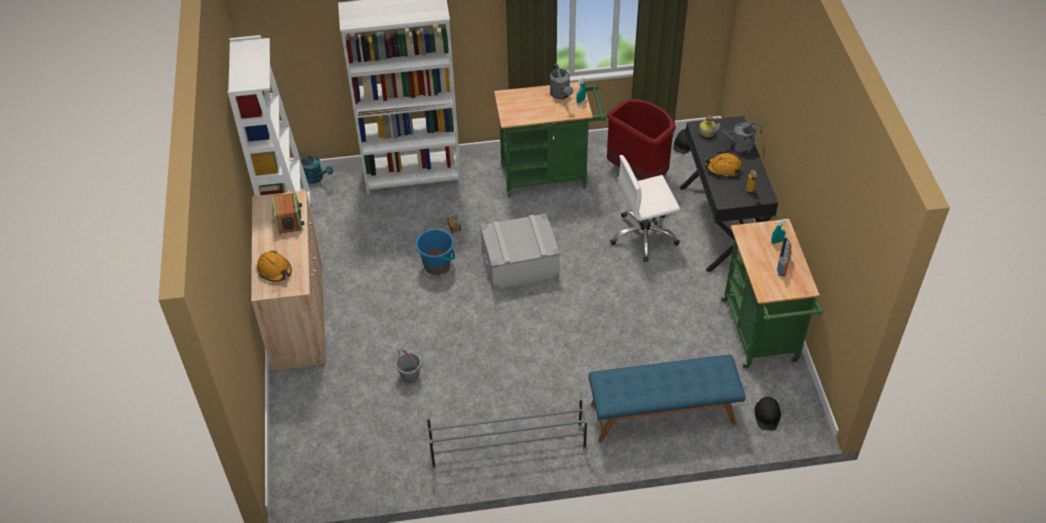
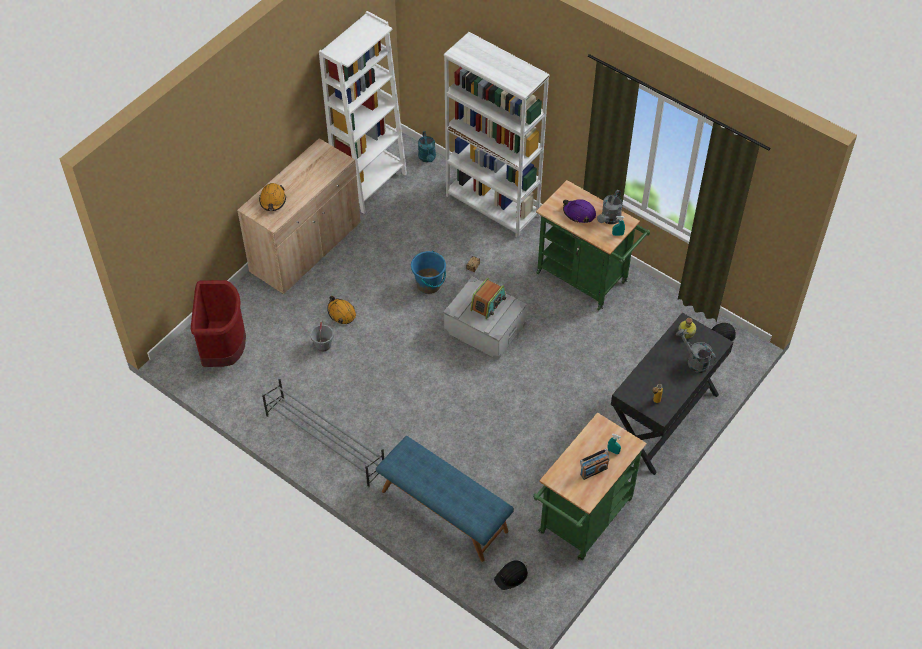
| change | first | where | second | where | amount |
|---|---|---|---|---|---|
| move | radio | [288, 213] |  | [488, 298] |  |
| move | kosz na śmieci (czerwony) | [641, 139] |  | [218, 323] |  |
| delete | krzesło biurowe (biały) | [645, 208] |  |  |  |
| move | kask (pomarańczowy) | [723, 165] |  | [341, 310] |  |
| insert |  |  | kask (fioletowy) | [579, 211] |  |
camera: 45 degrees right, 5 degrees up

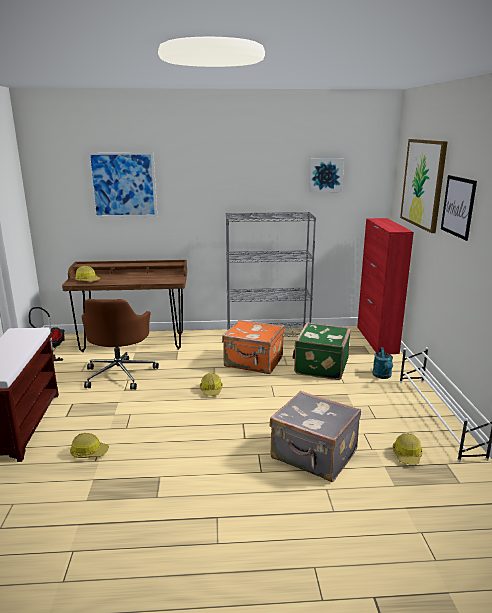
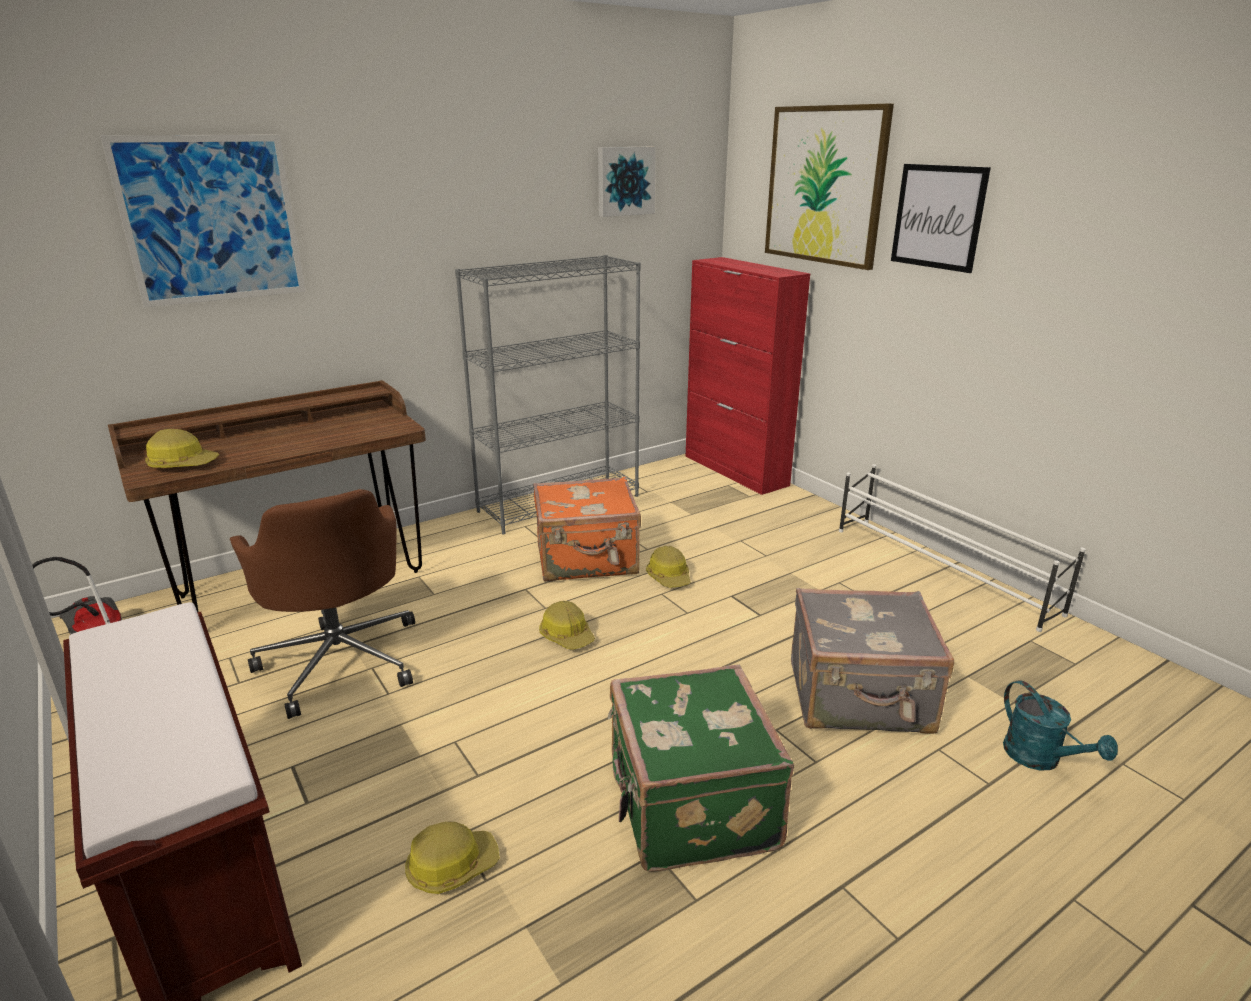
| change | first | where | second | where | amount |
|---|---|---|---|---|---|
| move | walizka (zielony) | [321, 351] |  | [701, 768] |  |
| move | konewka (turkusowy) | [383, 363] |  | [1060, 725] |  |
| move | kask | [407, 449] |  | [668, 567] |  |
camera: 30 degrees left, 5 degrees up

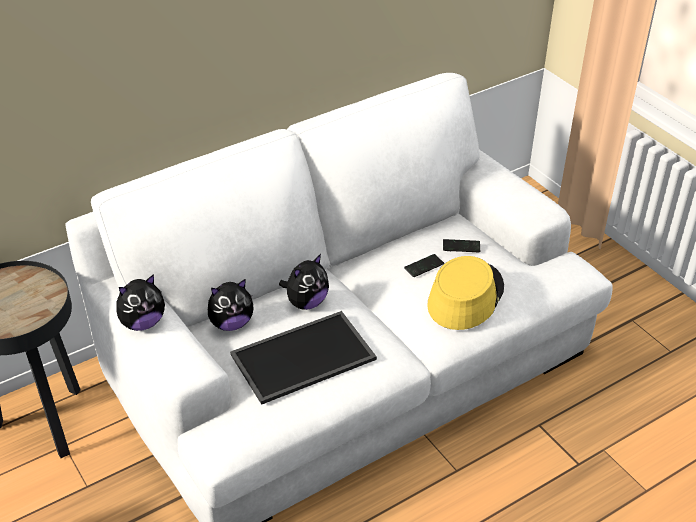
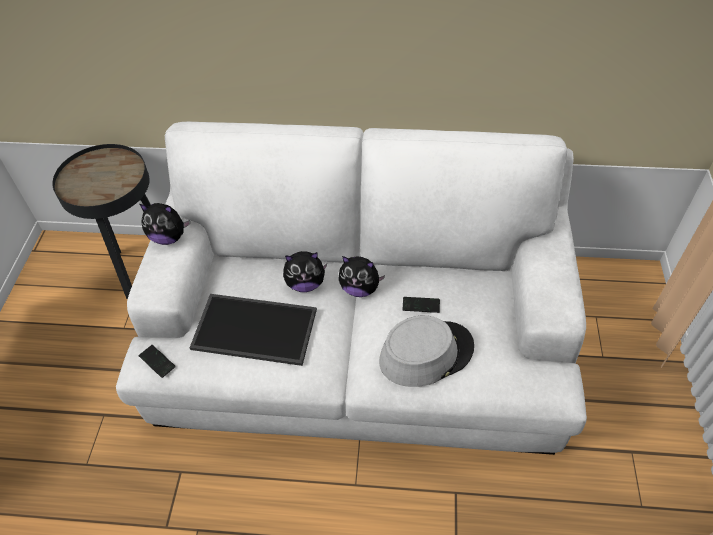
| change | first | where | second | where | amount |
|---|---|---|---|---|---|
| move | pluszak | [231, 305] |  | [361, 276] |  |
| recolor | kapelusz (żółty) | [465, 293] | kapelusz (szary) | [426, 351] |  |
| move | telefon | [461, 245] |  | [157, 361] |  |
camera: 40 degrees right, 10 degrees up

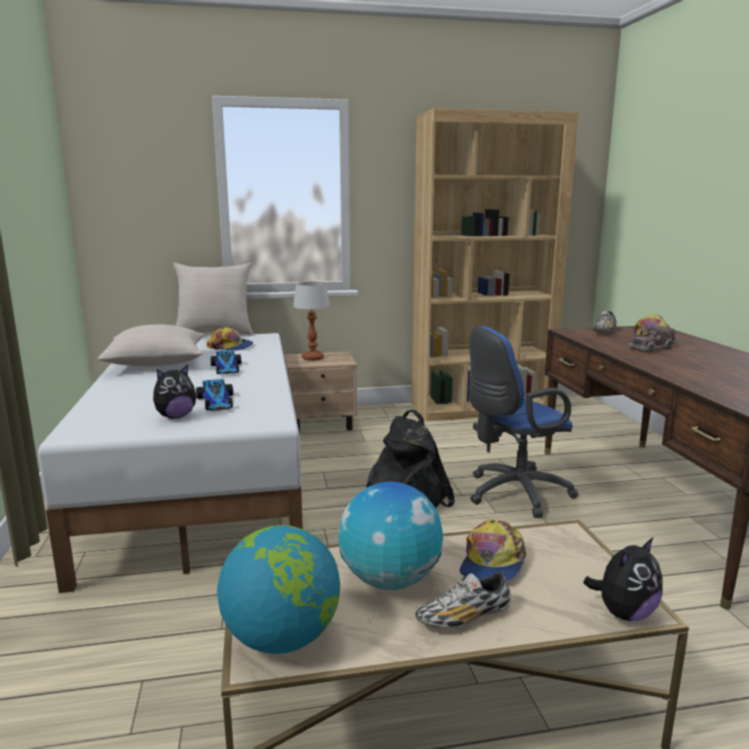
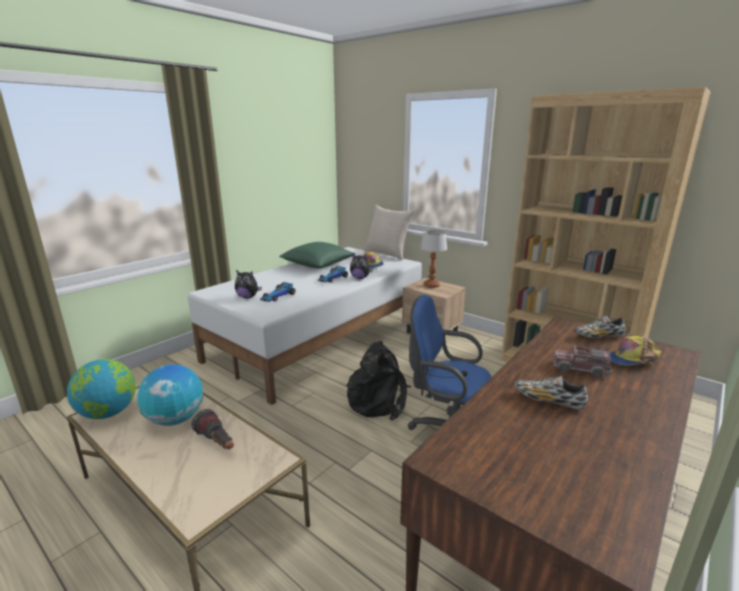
| change | first | where | second | where | amount |
|---|---|---|---|---|---|
| recolor | poduszka (beżowy) | [150, 345] | poduszka (zielony) | [317, 255] |  |
| move | but | [462, 599] |  | [551, 392] |  |
| replace | czapka z daszkiem | [493, 550] | latarka | [213, 429] |  |
| move | pluszak | [623, 579] |  | [361, 266] |  |
camera: 50 degrees right, 5 degrees up

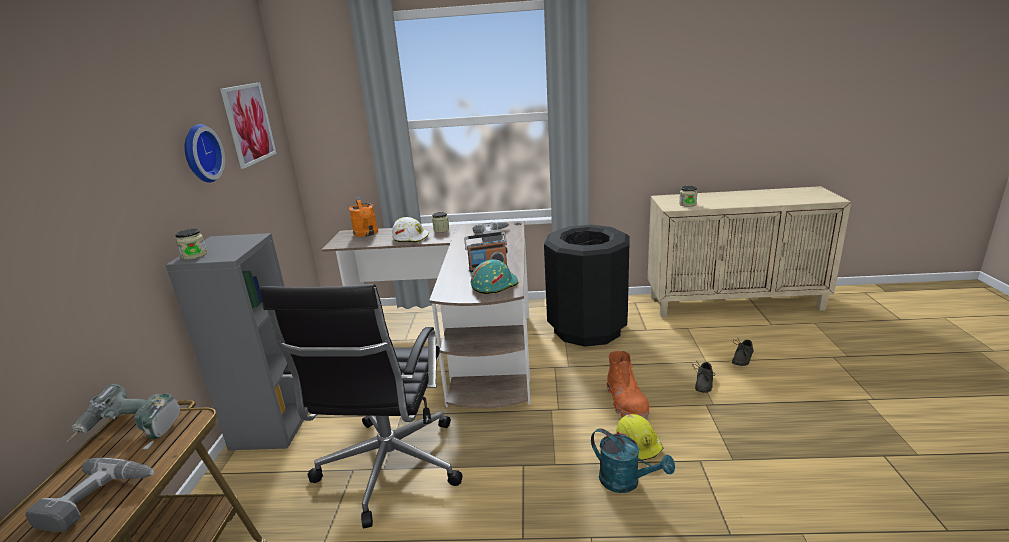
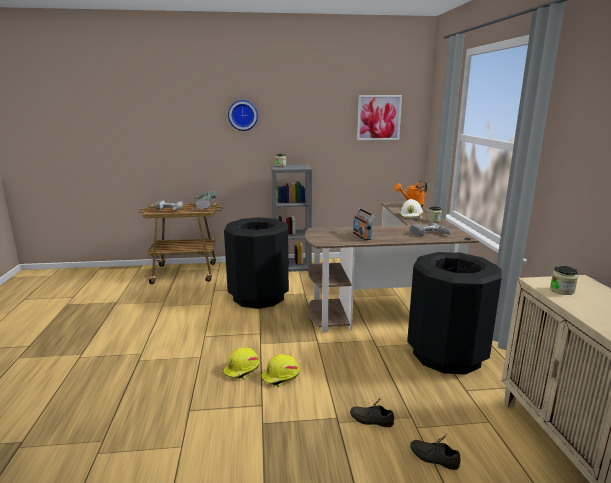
| change | first | where | second | where | amount |
|---|---|---|---|---|---|
| move | zegar ścienny | [205, 153] |  | [243, 115] |  |
| replace | krzesło biurowe (czarny) | [361, 406] | kosz na śmieci (czarny) | [256, 263] |  |
| delete | kask (turkusowy) | [494, 276] |  |  |  |
| replace | konewka (turkusowy) | [633, 460] | kask (żółty) | [241, 363] |  |
| delete | but z cholewką (pomarańczowy) | [628, 385] |  |  |  |
camera: 80 degrees right, 5 degrees down

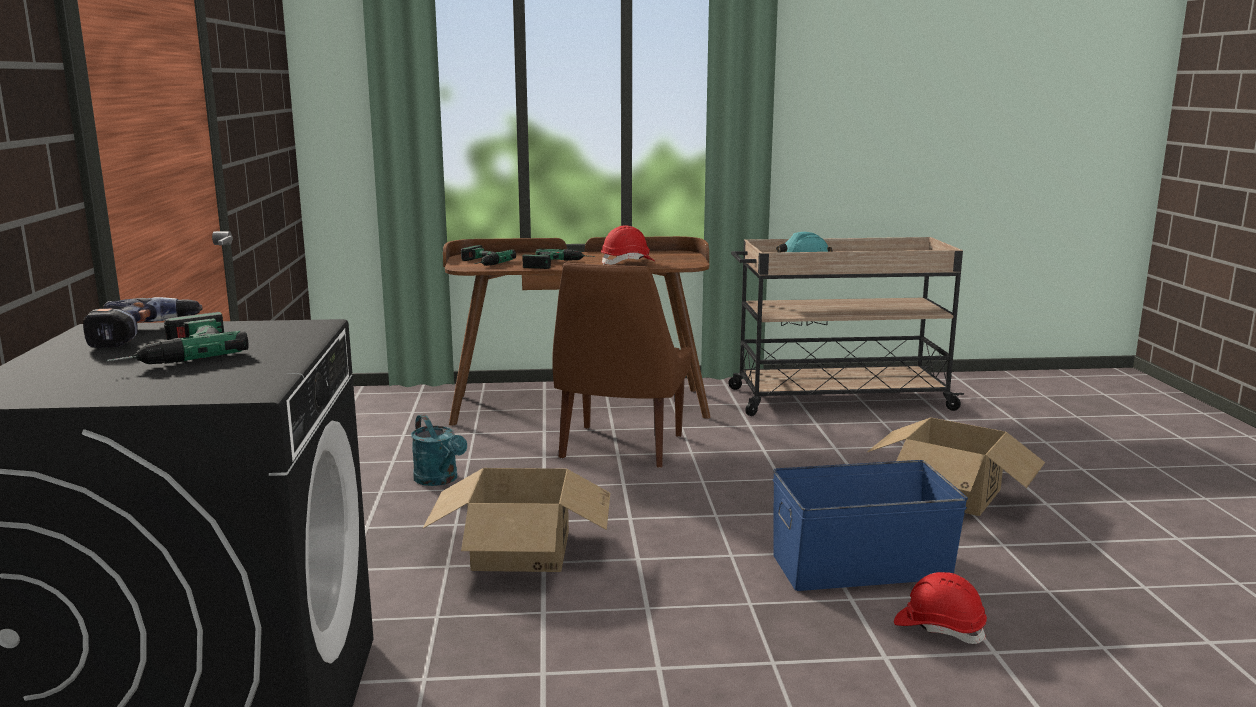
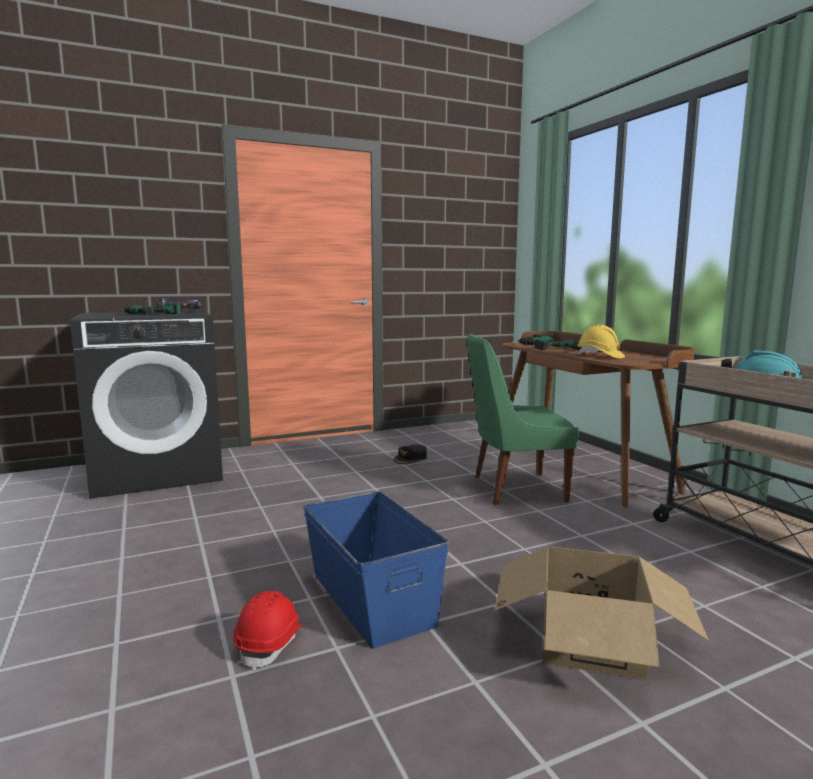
| change | first | where | second | where | amount |
|---|---|---|---|---|---|
| replace | konewka (turkusowy) | [439, 450] | czapka z daszkiem (czarny) | [410, 454] |  |
| delete | karton | [516, 520] |  |  |  |
| recolor | krzesło (brązowy) | [622, 365] | krzesło (zielony) | [523, 419] |  |
| recolor | kask (czerwony) | [628, 245] | kask (żółty) | [601, 341] |  |
camera: 70 degrees right, 5 degrees down

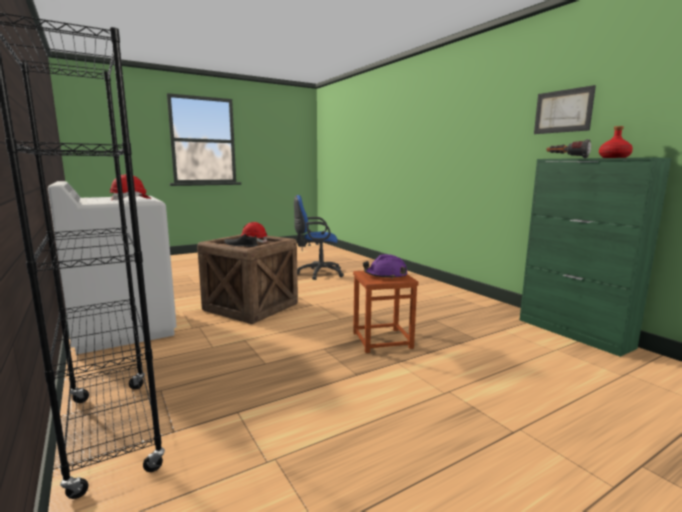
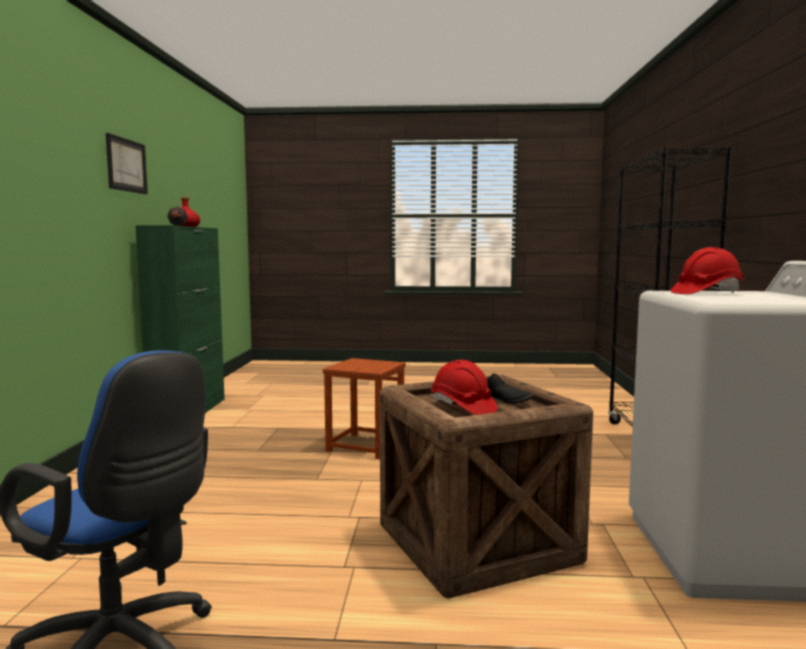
| change | first | where | second | where | amount |
|---|---|---|---|---|---|
| delete | kask (fioletowy) | [385, 266] |  |  |  |
camera: 145 degrees left, 5 degrees down

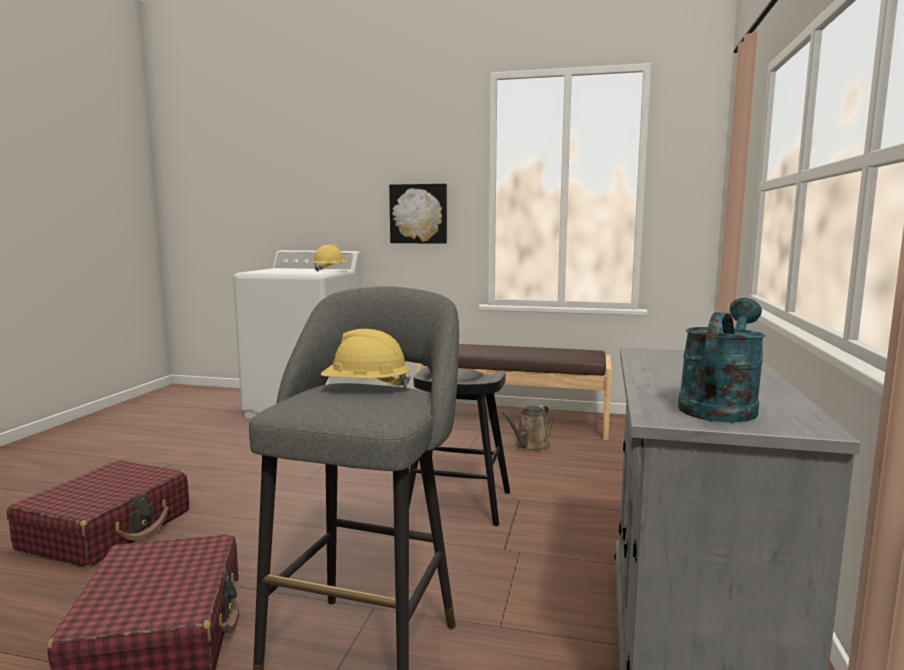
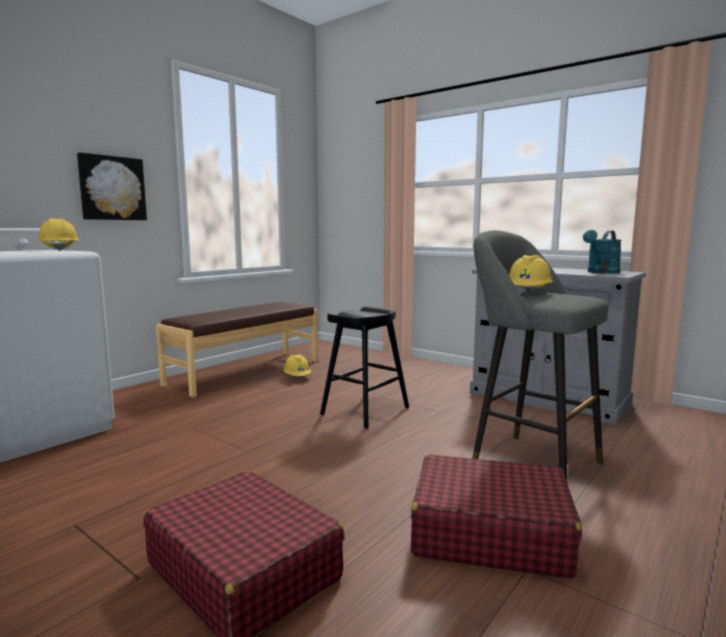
| change | first | where | second | where | amount |
|---|---|---|---|---|---|
| replace | konewka (brązowy) | [526, 428] | kask (żółty) | [297, 365] |  |
| rotate | konewka (turkusowy) | [722, 360] |  | [602, 252] | 105 degrees counterclockwise |
camera: 65 degrees left, 0 degrees up

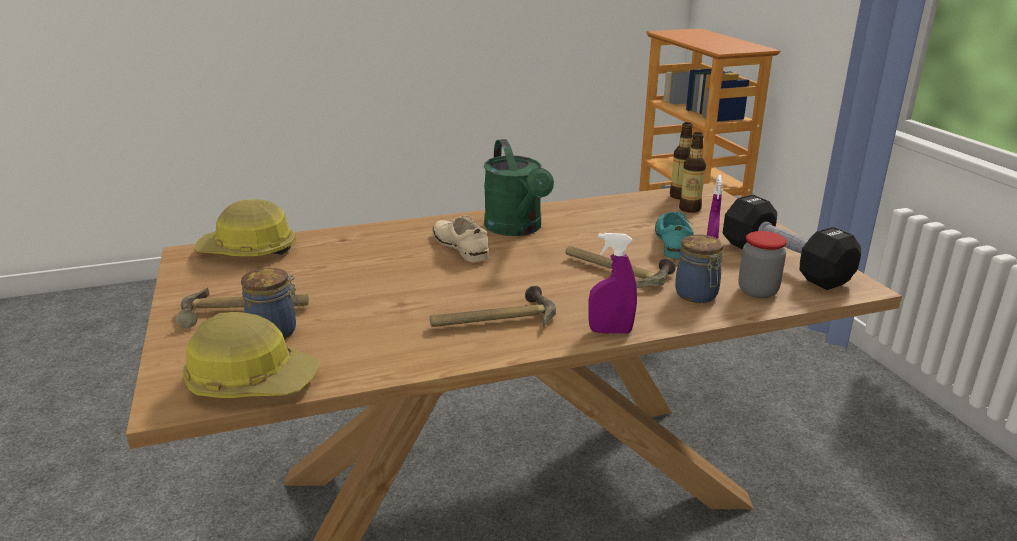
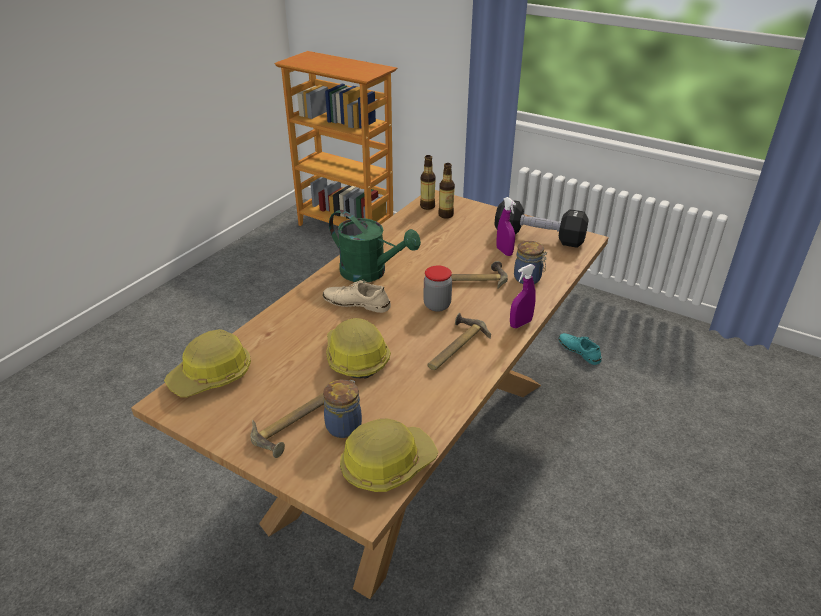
| change | first | where | second | where | amount |
|---|---|---|---|---|---|
| move | but (turkusowy) | [674, 235] |  | [579, 349] |  |
| move | słoik | [762, 264] |  | [437, 288] |  |
| insert |  |  | kask | [358, 348] |  |
camera: 40 degrees left, 10 degrees up

